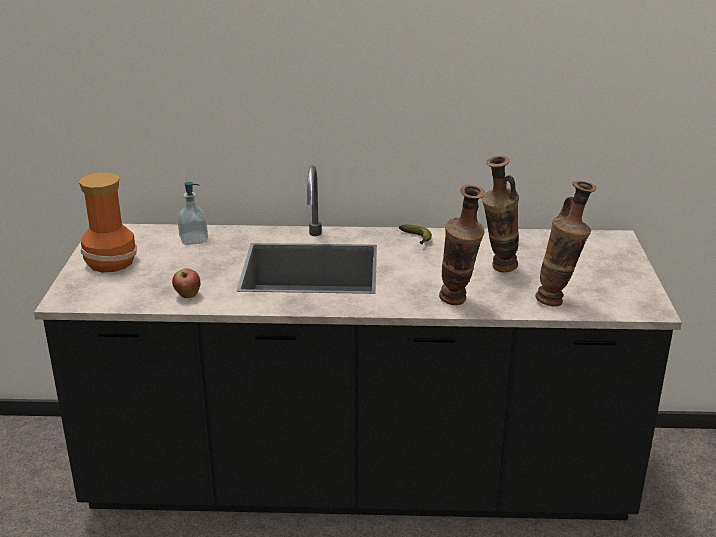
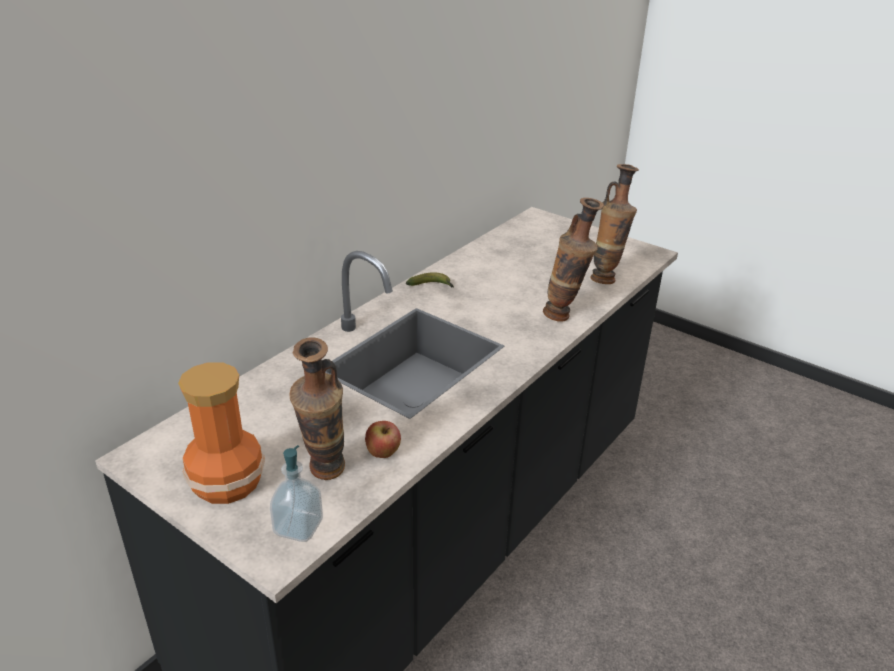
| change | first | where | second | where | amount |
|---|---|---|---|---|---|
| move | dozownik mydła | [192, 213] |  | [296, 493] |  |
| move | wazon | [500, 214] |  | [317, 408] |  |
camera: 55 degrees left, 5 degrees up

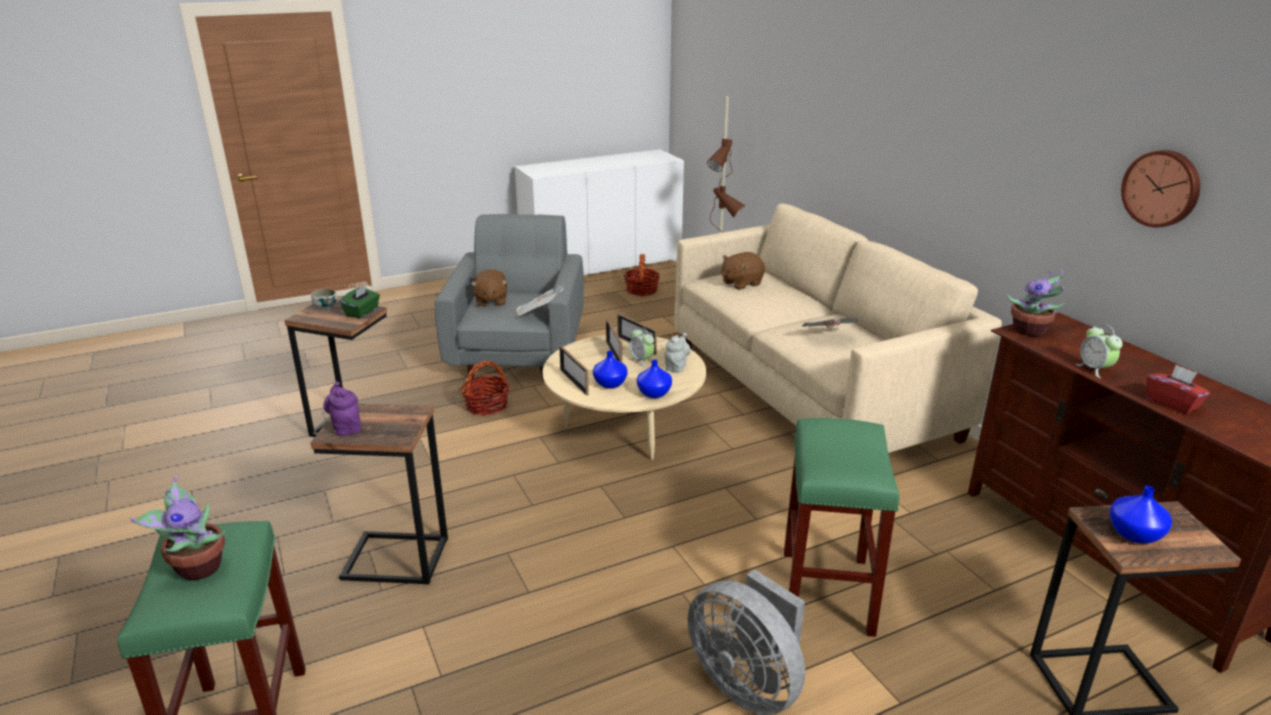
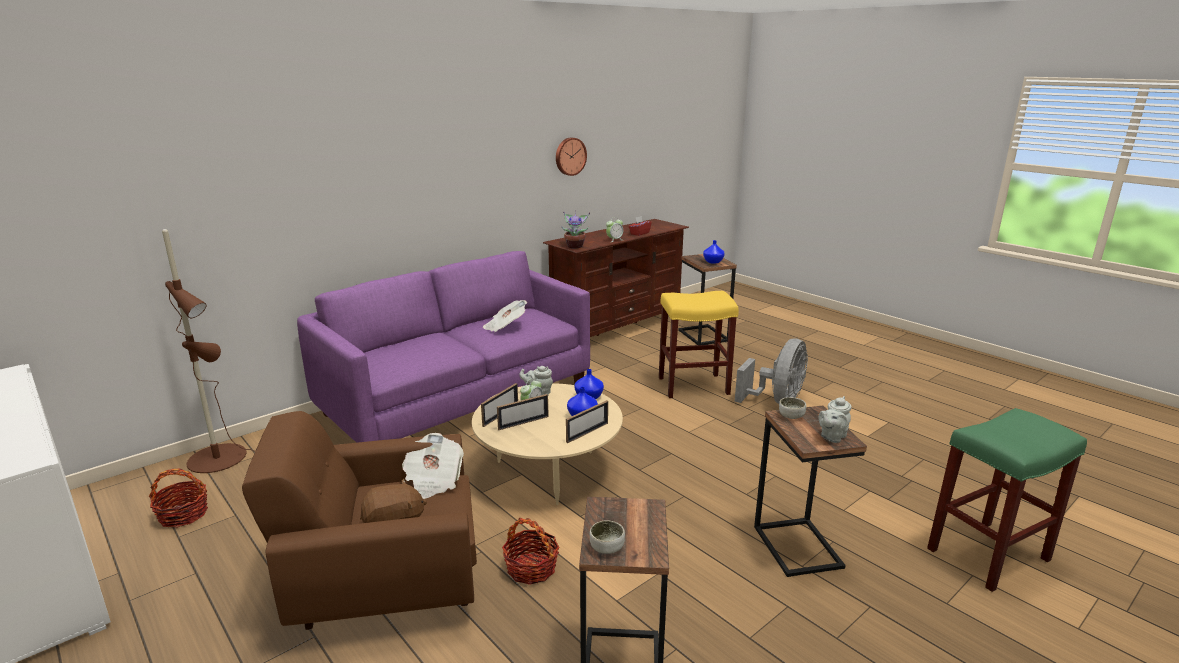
| change | first | where | second | where | amount |
|---|---|---|---|---|---|
| delete | roślina doniczkowa | [178, 527] |  |  |  |
| recolor | imbryk (fioletowy) | [342, 409] | imbryk (szary) | [834, 419] |  |
| delete | pudełko chusteczek (zielony) | [360, 301] |  |  |  |
| recolor | fotel (szary) | [509, 297] | fotel (brązowy) | [359, 520] |  |
| recolor | kanapa (beżowy) | [838, 328] | kanapa (fioletowy) | [443, 347] |  |
| delete | pluszak (brązowy) | [743, 271] |  |  |  |
| recolor | stołek (zielony) | [841, 527] | stołek (żółty) | [699, 344] |  |
| insert |  |  | miska | [792, 408] |  |
camera: 105 degrees left, 5 degrees down

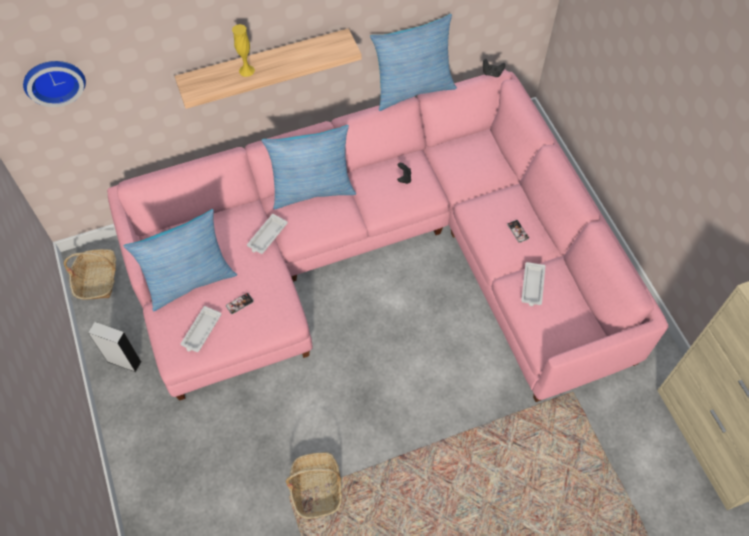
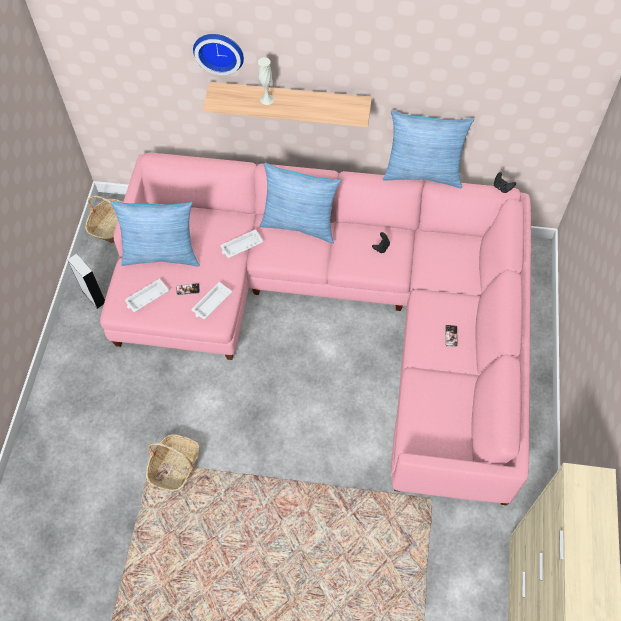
| change | first | where | second | where | amount |
|---|---|---|---|---|---|
| move | zegar ścienny | [54, 84] |  | [218, 54] |  |
| recolor | wazon (żółty) | [243, 50] | wazon (biały) | [266, 81] |  |
| move | taca (biały) | [533, 284] |  | [212, 300] |  |
camera: 30 degrees right, 0 degrees up

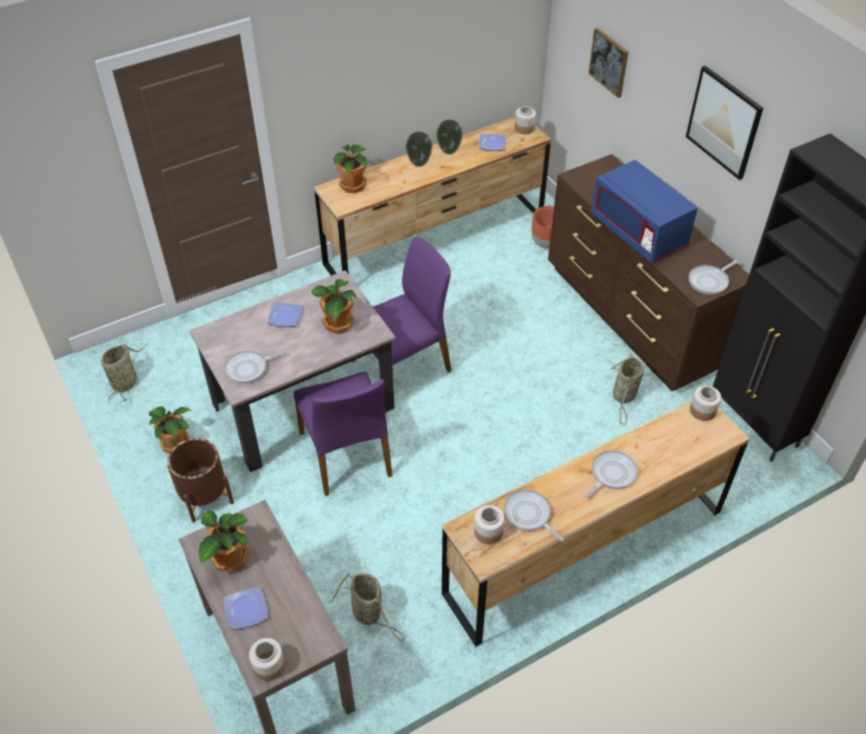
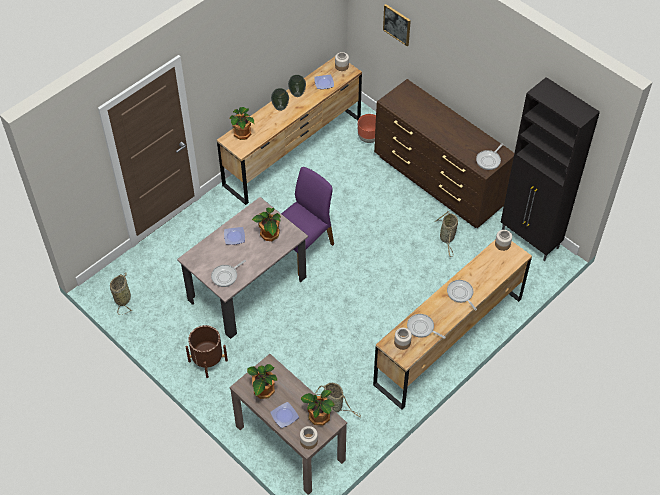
| change | first | where | second | where | amount |
|---|---|---|---|---|---|
| move | roślina doniczkowa | [170, 429] |  | [318, 408] |  |
| delete | krzesło (fioletowy) | [342, 434] |  |  |  |
| rotate | patelnia | [611, 474] |  | [462, 295] | 60 degrees counterclockwise |
| delete | mikrofalówka (niebieski) | [644, 211] |  |  |  |
| delete | obraz | [724, 123] |  |  |  |
camera: 15 degrees left, 5 degrees up

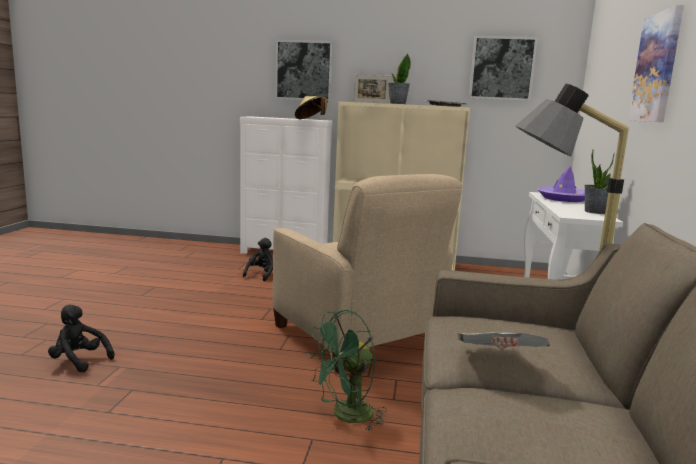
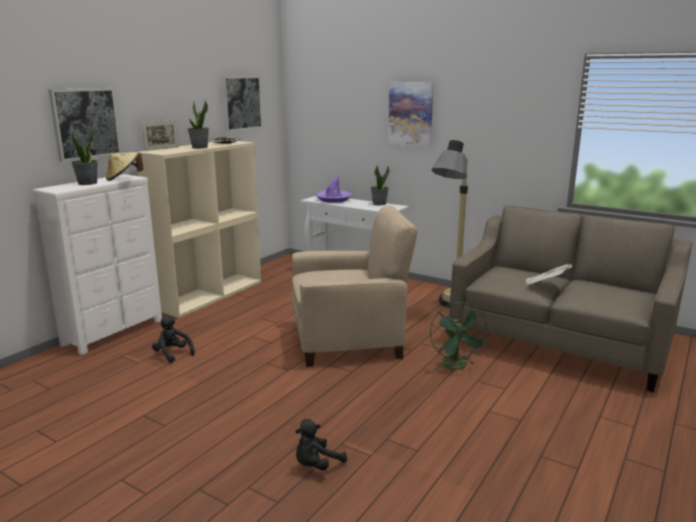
| change | first | where | second | where | amount |
|---|---|---|---|---|---|
| insert |  |  | roślina doniczkowa | [84, 157] |  |
camera: 65 degrees left, 5 degrees up

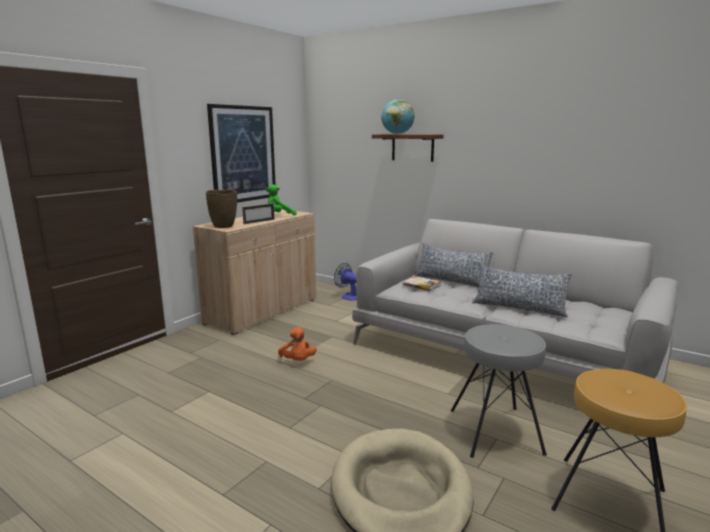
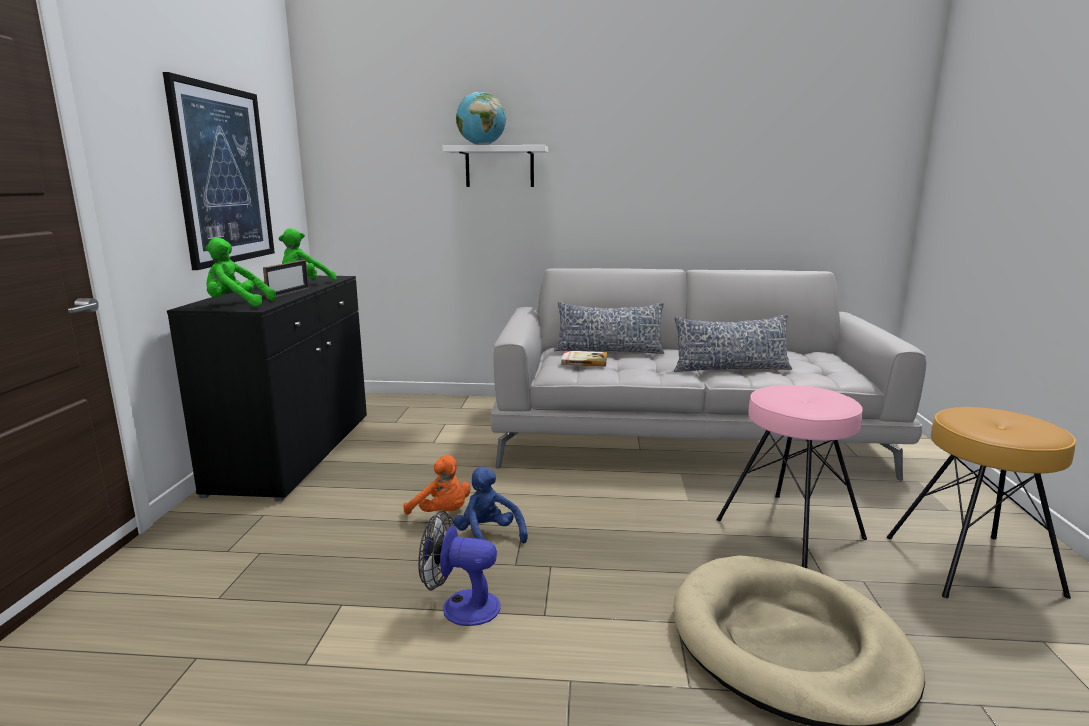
| change | first | where | second | where | amount |
|---|---|---|---|---|---|
| recolor | szafka (beżowy) | [254, 272] | szafka (czarny) | [267, 388] |  |
| replace | wazon (brązowy) | [221, 209] | pluszak (zielony) | [241, 272] |  |
| move | wentylator | [345, 281] |  | [459, 568] |  |
| recolor | półka (brązowy) | [407, 148] | półka (biały) | [495, 166] |  |
| recolor | stołek (szary) | [499, 391] | stołek (różowy) | [791, 476] |  |
| insert |  |  | pluszak (niebieski) | [491, 505] |  |
camera: 30 degrees left, 0 degrees up

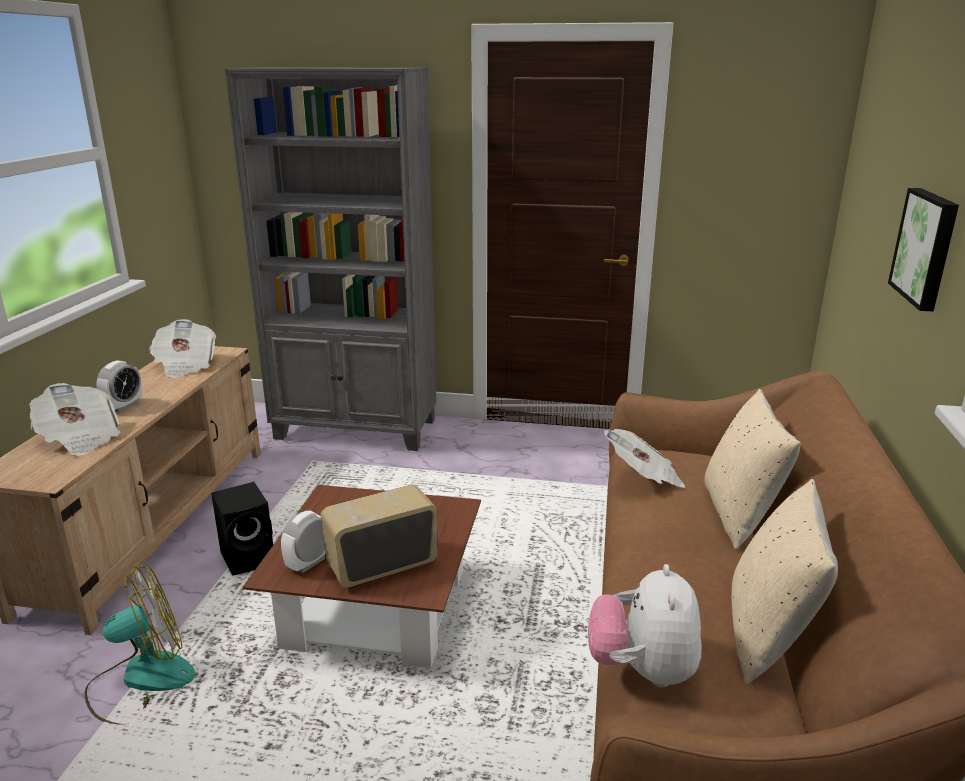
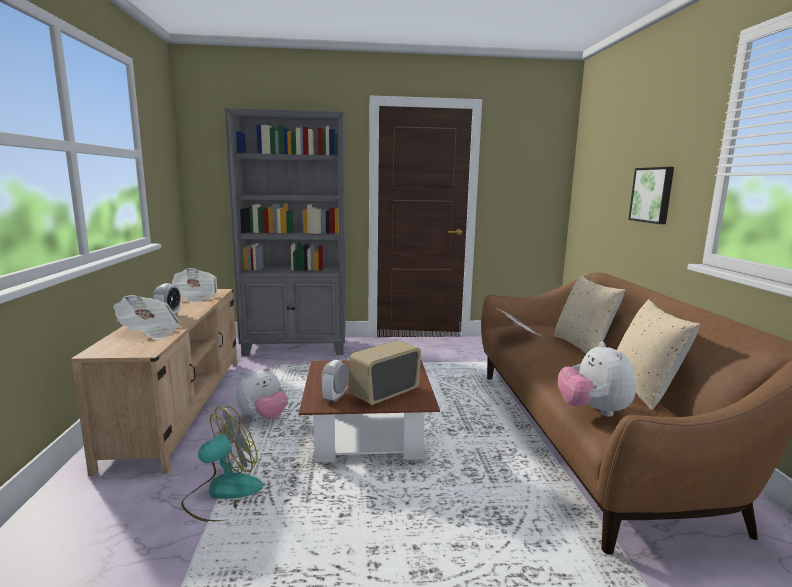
| change | first | where | second | where | amount |
|---|---|---|---|---|---|
| replace | głośnik (czarny) | [242, 529] | pluszak | [262, 393] |  |
camera: 15 degrees left, 10 degrees down

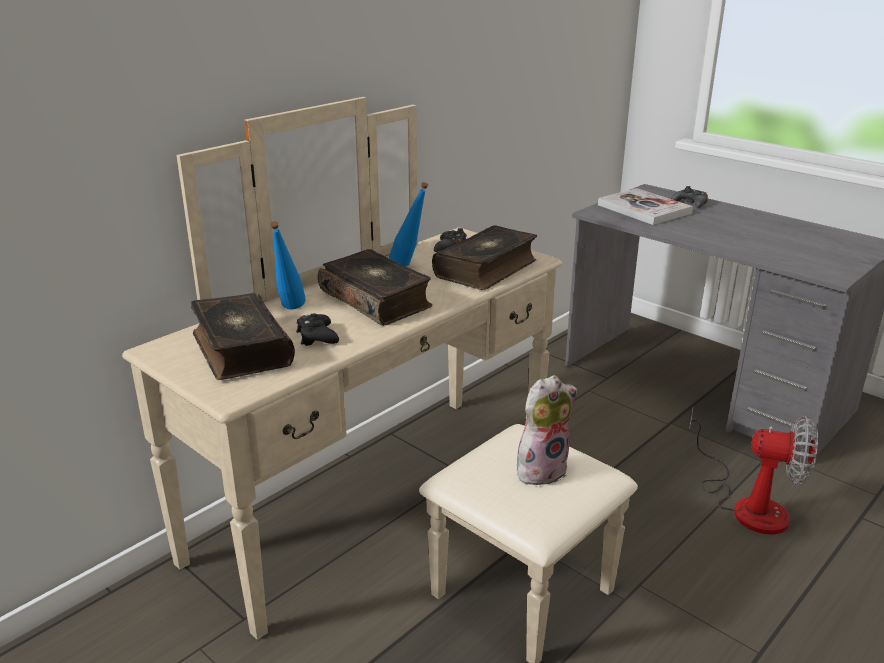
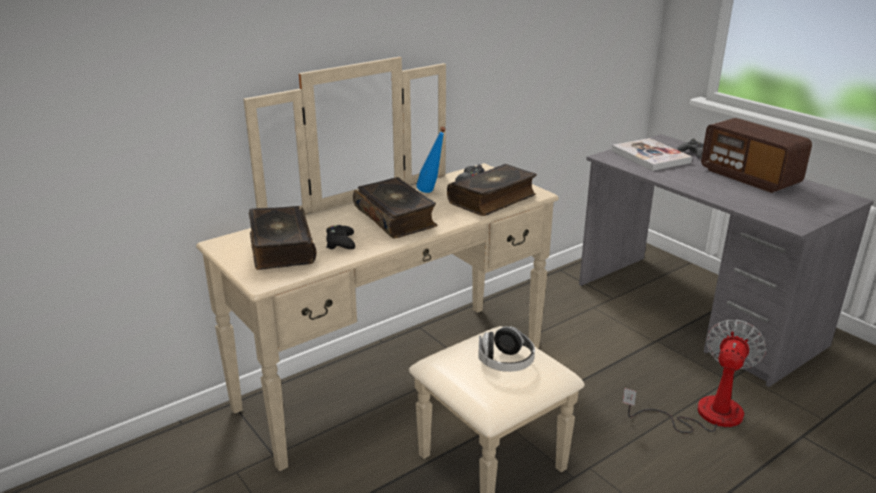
| change | first | where | second | where | amount |
|---|---|---|---|---|---|
| delete | butelka (niebieski) | [288, 265] |  |  |  |
| replace | pluszak | [547, 430] | słuchawki | [506, 349] |  |
| rotate | wentylator | [754, 471] |  | [695, 376] | 90 degrees counterclockwise |
| insert |  |  | radio | [756, 155] |  |
camera: 10 degrees right, 0 degrees up

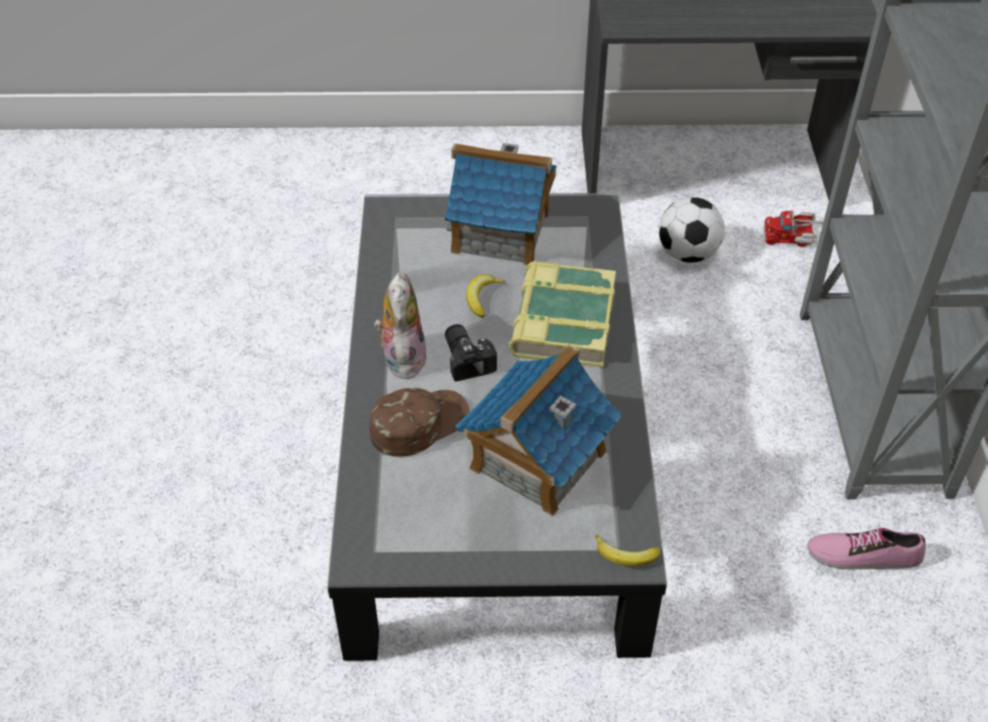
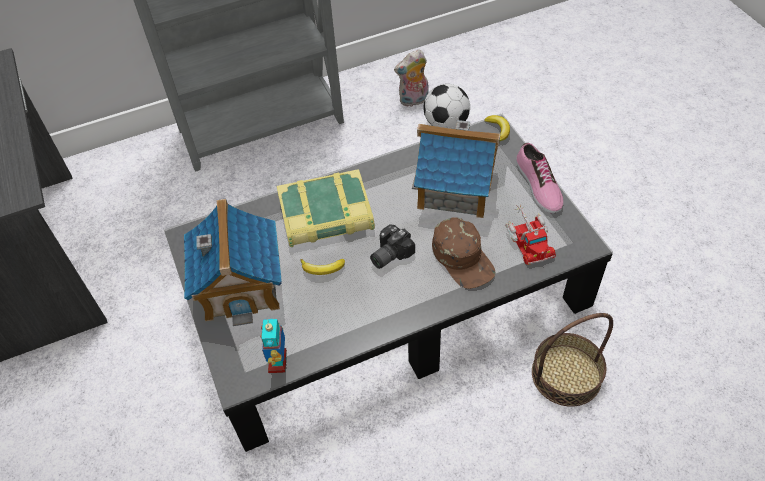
| change | first | where | second | where | amount |
|---|---|---|---|---|---|
| rotate | czapka z daszkiem (brązowy) | [420, 422] |  | [463, 253] | 150 degrees counterclockwise |
| move | pluszak | [400, 325] |  | [411, 78] |  |
| move | piłka futbolowa | [692, 230] |  | [446, 106] |  |
| move | ciężarówka zabawkowa | [793, 228] |  | [530, 234] |  |
| move | but | [866, 548] |  | [540, 178] |  |
| insert |  |  | robot zabawkowy | [273, 346] |  |
| insert |  |  | koszyk | [572, 360] |  |
camera: 110 degrees left, 5 degrees up

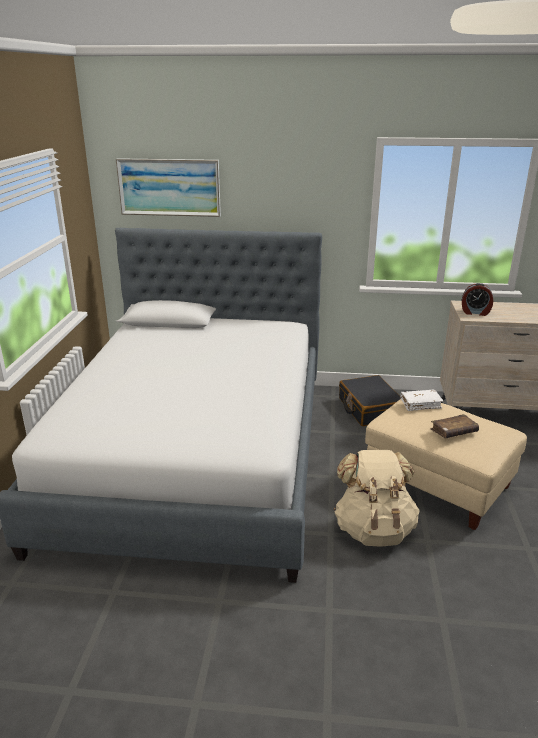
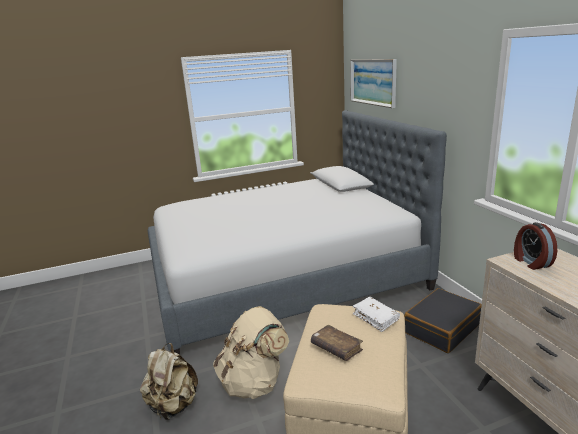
| change | first | where | second | where | amount |
|---|---|---|---|---|---|
| insert |  |  | plecak (beżowy) | [169, 381] |  |
camera: 65 degrees right, 5 degrees down

